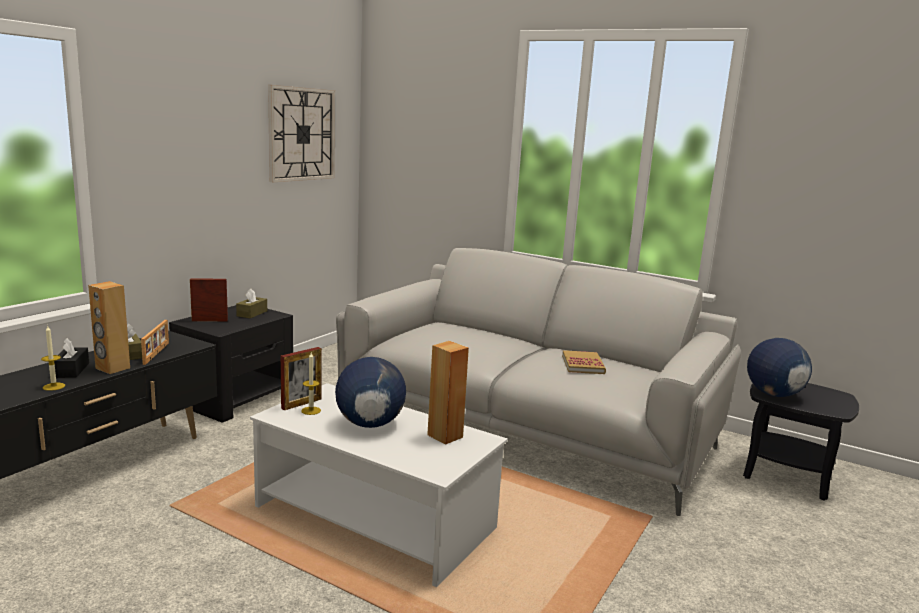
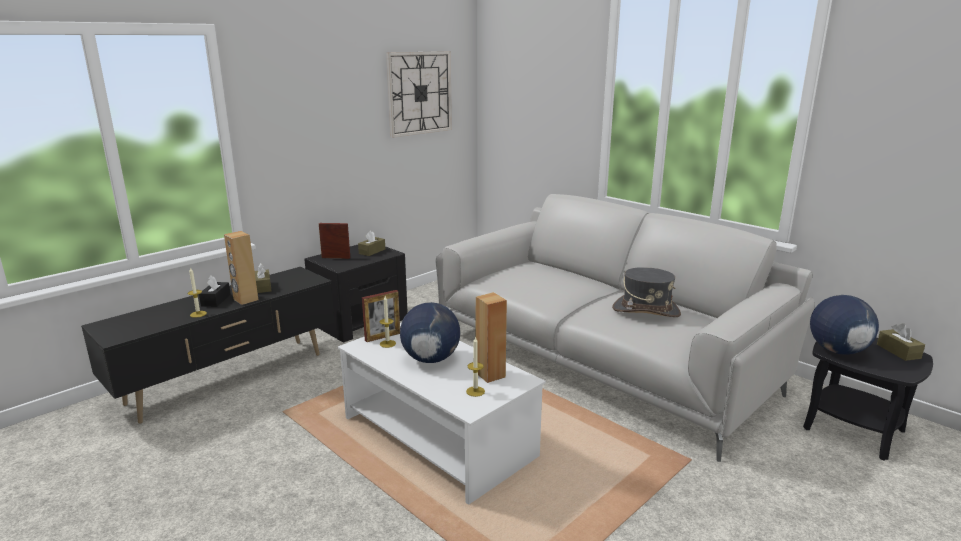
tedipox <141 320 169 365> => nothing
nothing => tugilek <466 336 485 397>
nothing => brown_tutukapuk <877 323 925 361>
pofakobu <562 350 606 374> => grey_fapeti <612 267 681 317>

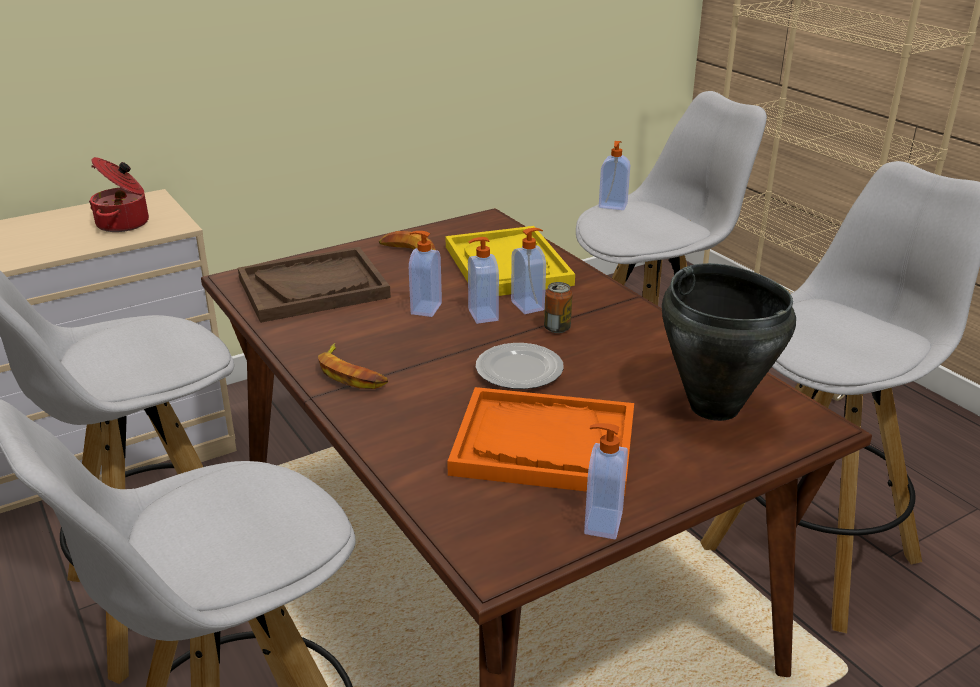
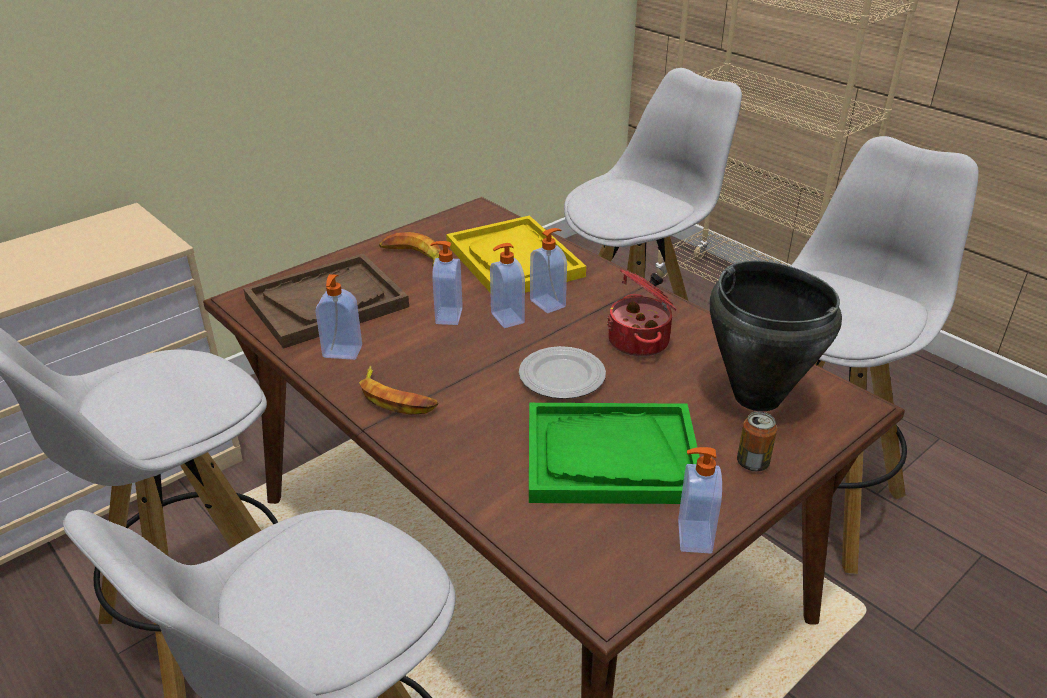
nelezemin <89 157 149 232> => nelezemin <607 269 677 357>, move
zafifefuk <544 282 573 333> => zafifefuk <737 411 777 472>, move
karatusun <599 141 630 210> => karatusun <315 274 362 360>, move
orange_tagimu <447 387 634 496> => green_tagimu <529 403 700 504>

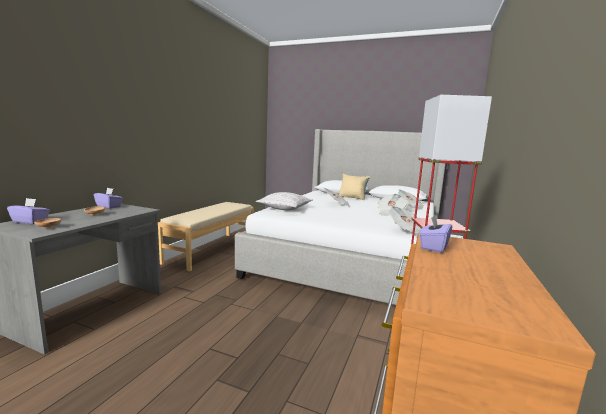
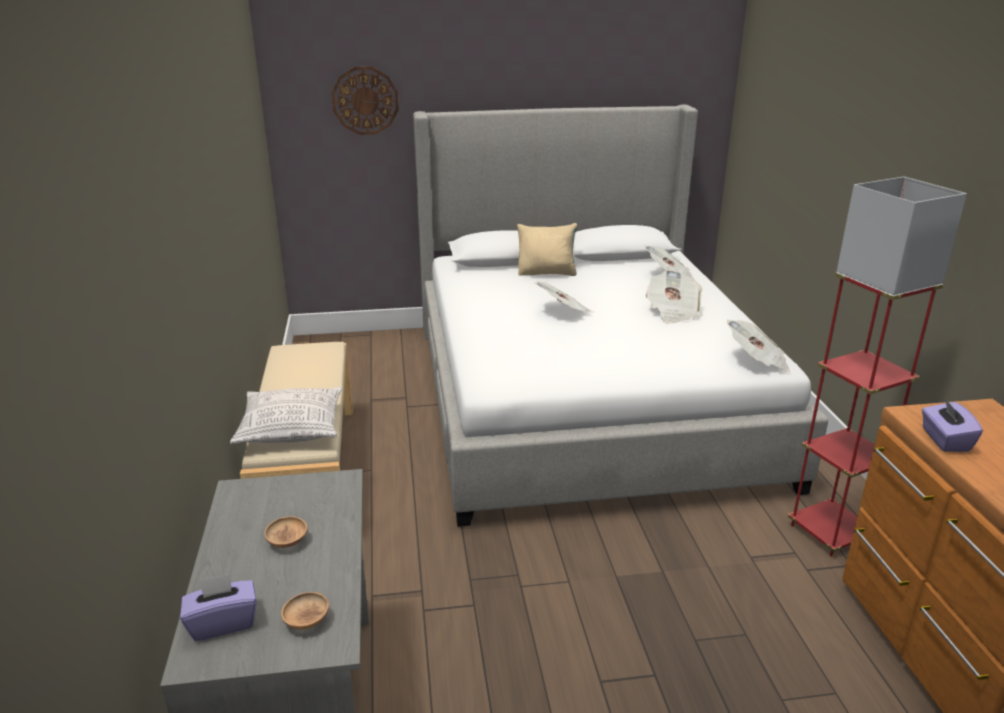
purple_tutukapuk <94 188 123 209> => nothing
nothing => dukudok <331 67 399 135>
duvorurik <256 192 313 210> => duvorurik <230 387 342 444>, move

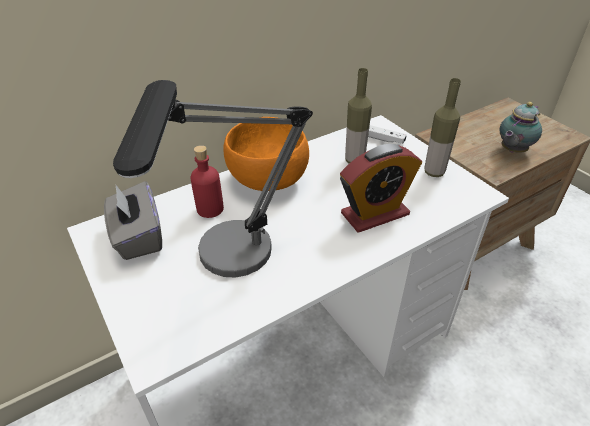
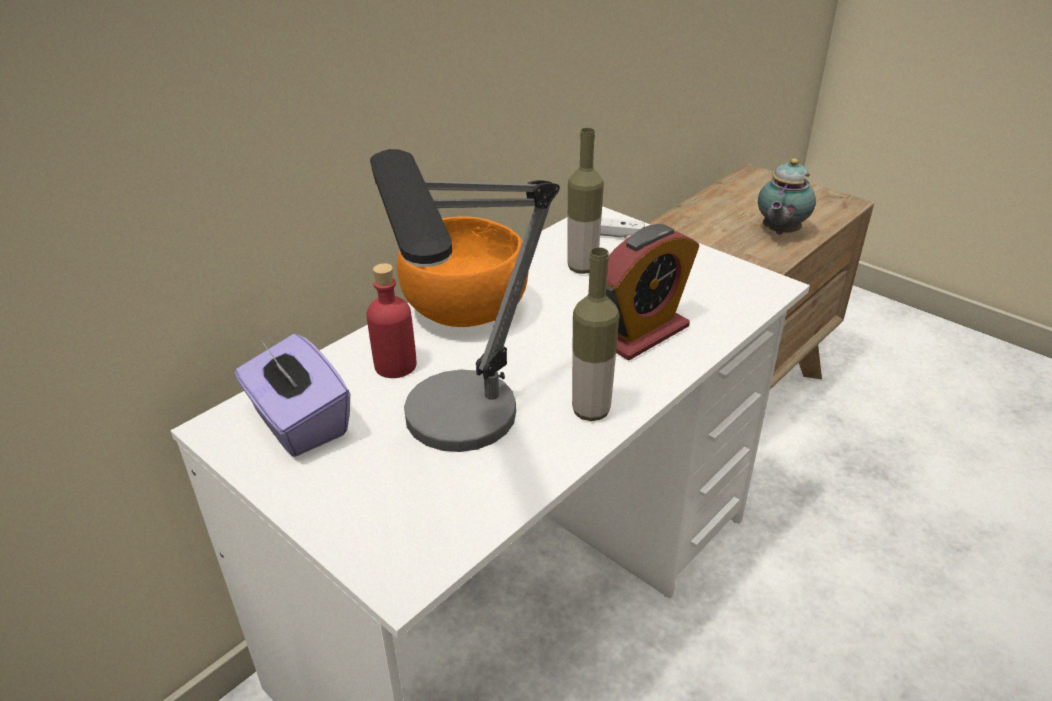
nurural <425 78 461 177> => nurural <572 247 619 421>, move
grey_tutukapuk <104 181 162 260> => purple_tutukapuk <235 334 350 457>

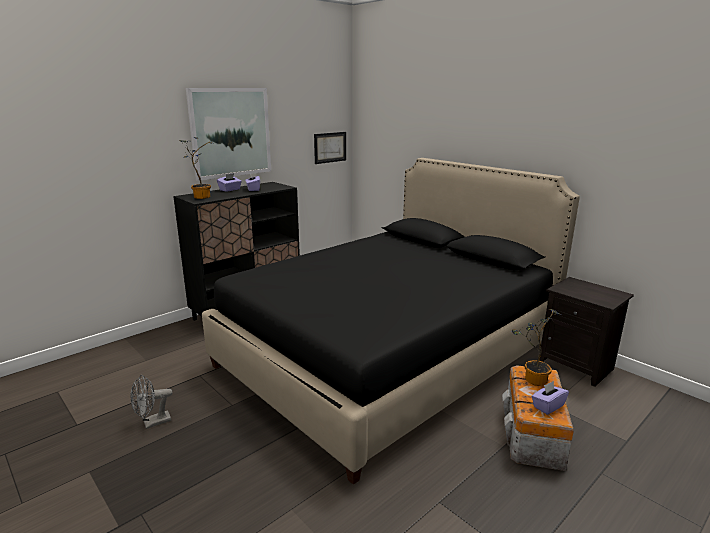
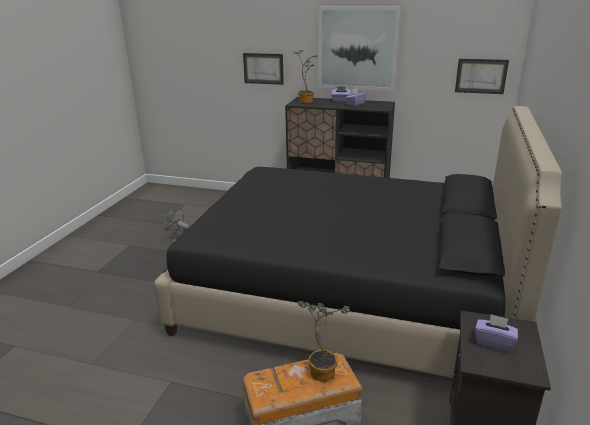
nothing => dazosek <243 53 284 85>
purple_tutukapuk <532 381 569 415> => purple_tutukapuk <475 314 518 352>, move

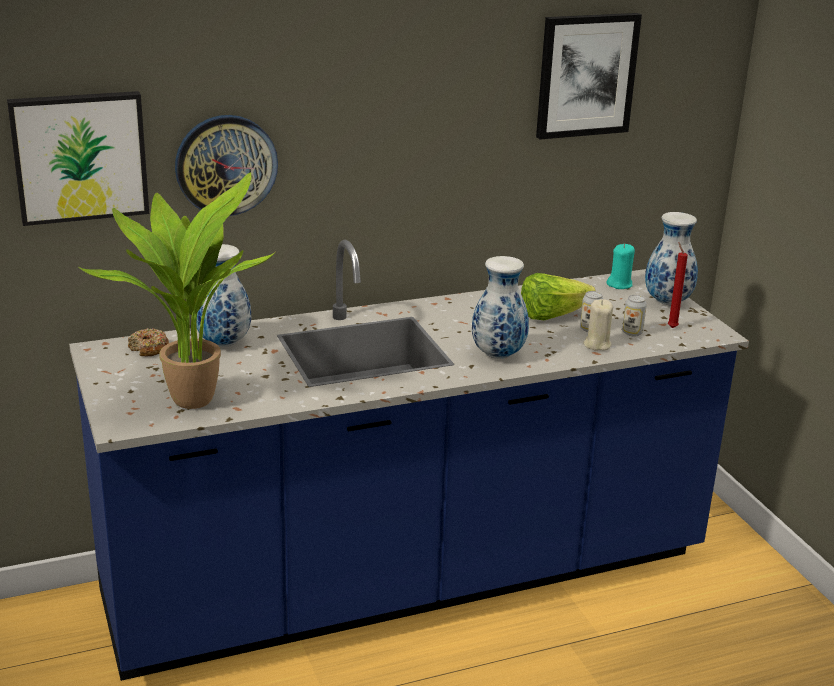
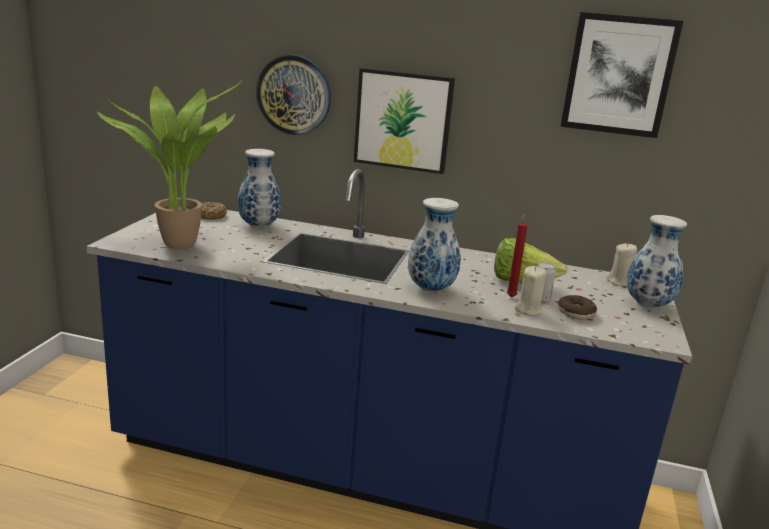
dazosek <7 91 149 226> => dazosek <354 68 455 174>, move
red_tugilek <668 243 688 328> => red_tugilek <507 213 528 297>, move
zafifefuk <622 295 647 337> => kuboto <558 295 597 320>
turquoise_tugilek <606 244 635 289> => beige_tugilek <607 243 637 286>

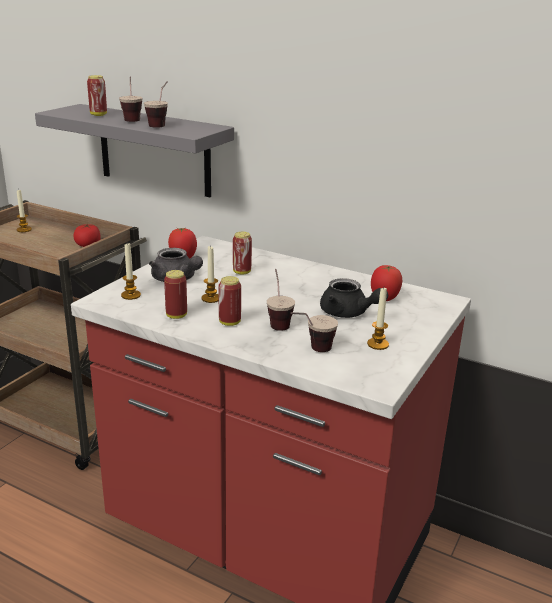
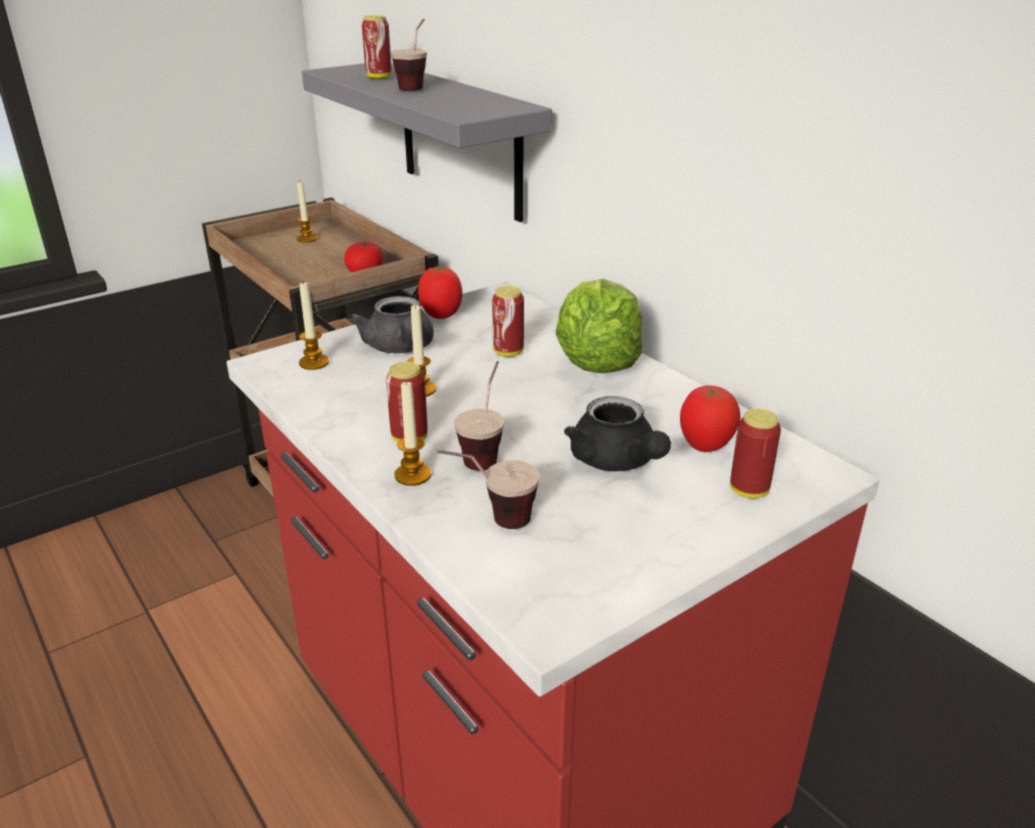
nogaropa <144 81 168 128> => nothing
nothing => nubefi <555 279 643 373>
zafifefuk <164 270 187 319> => zafifefuk <730 408 781 498>, move
tugilek <367 288 389 350> => tugilek <395 380 431 486>, move

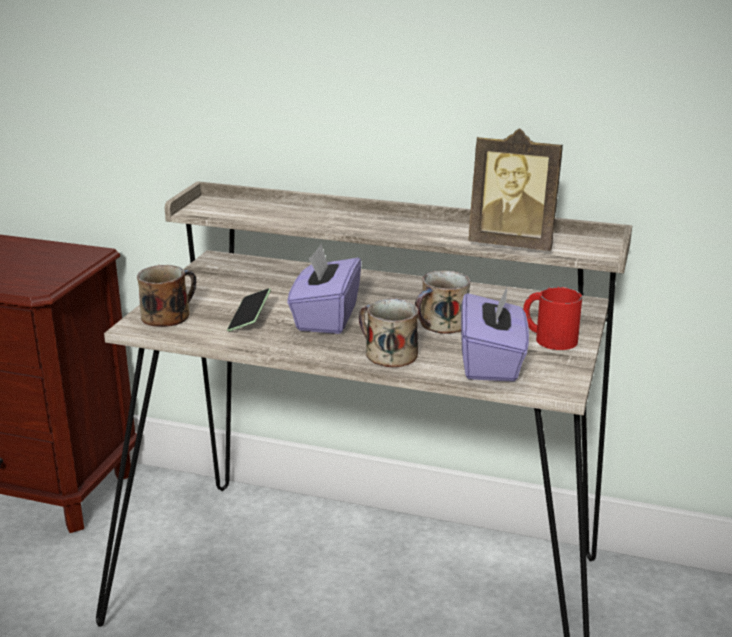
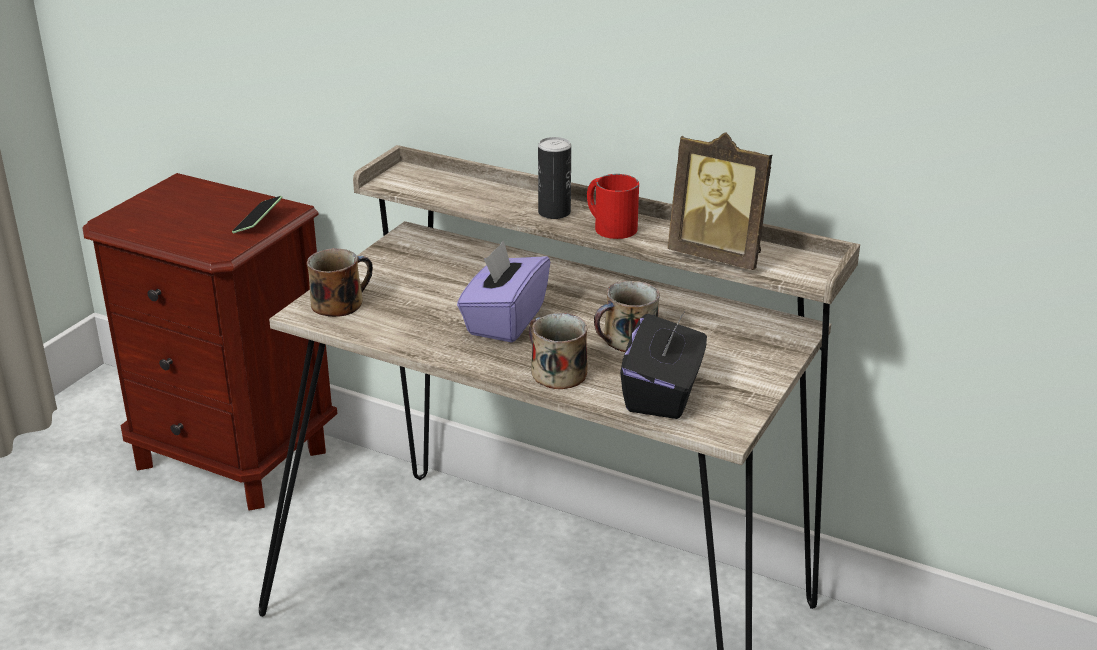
nothing => zafifefuk <538 137 571 219>
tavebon <227 288 271 331> => tavebon <232 196 282 233>, move
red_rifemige <523 287 582 350> => red_rifemige <587 174 639 239>, move
purple_tutukapuk <461 285 529 382> => black_tutukapuk <620 313 707 419>

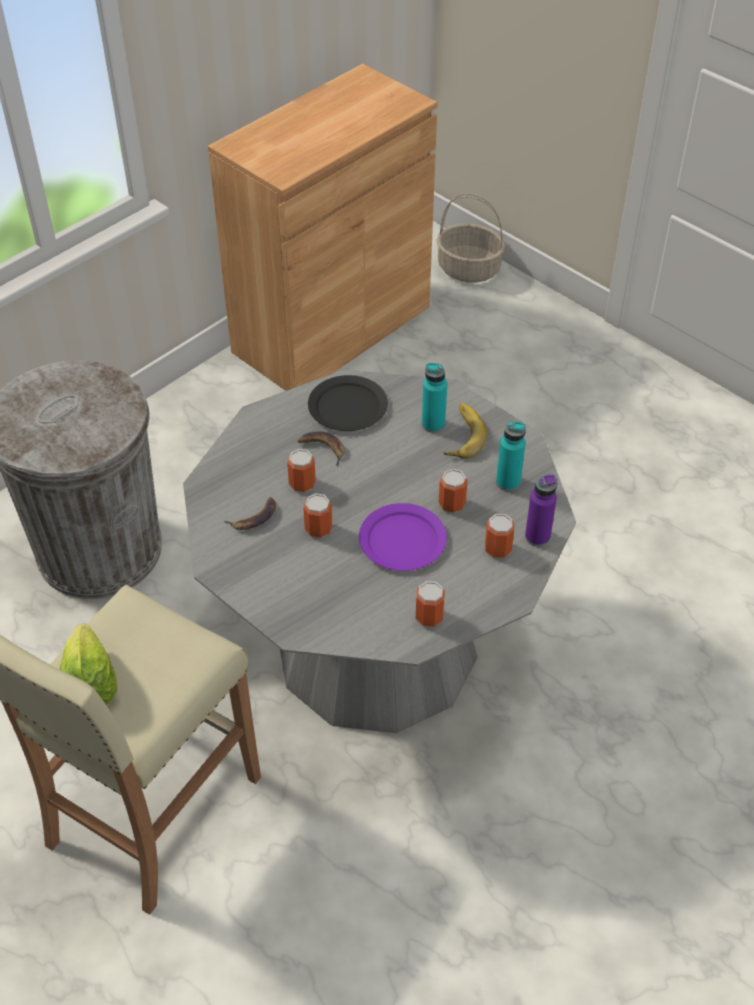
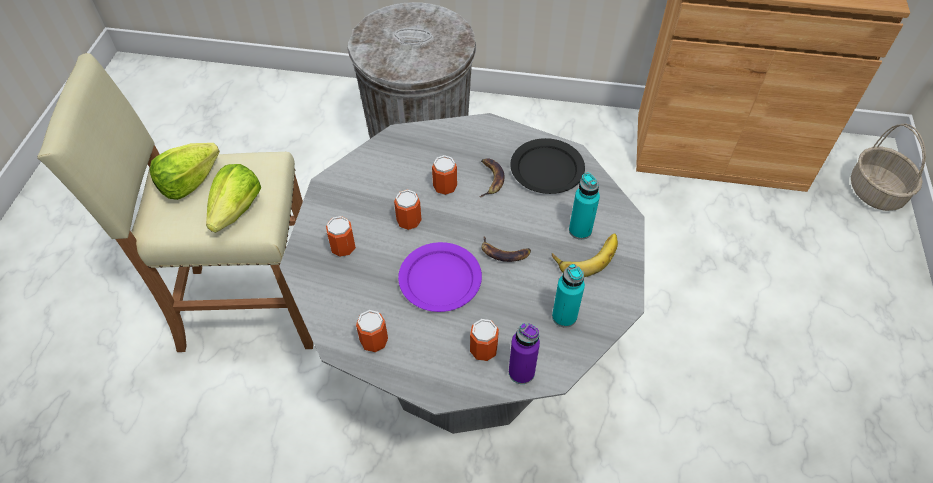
nothing => nubefi <206 164 261 233>
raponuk <224 497 276 530> => raponuk <481 236 531 262>, move
zafifefuk <439 469 468 513> => zafifefuk <326 216 356 257>, move

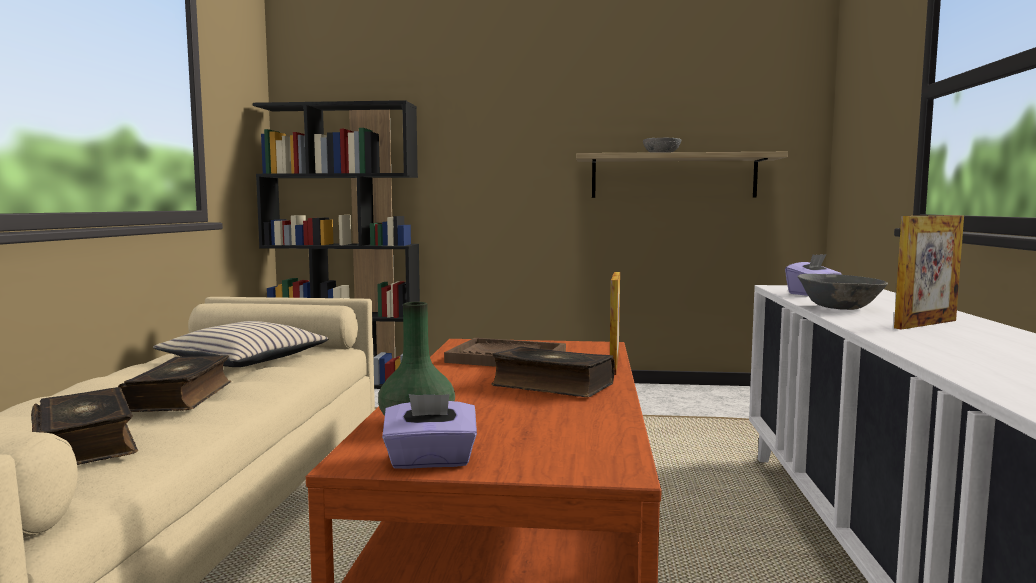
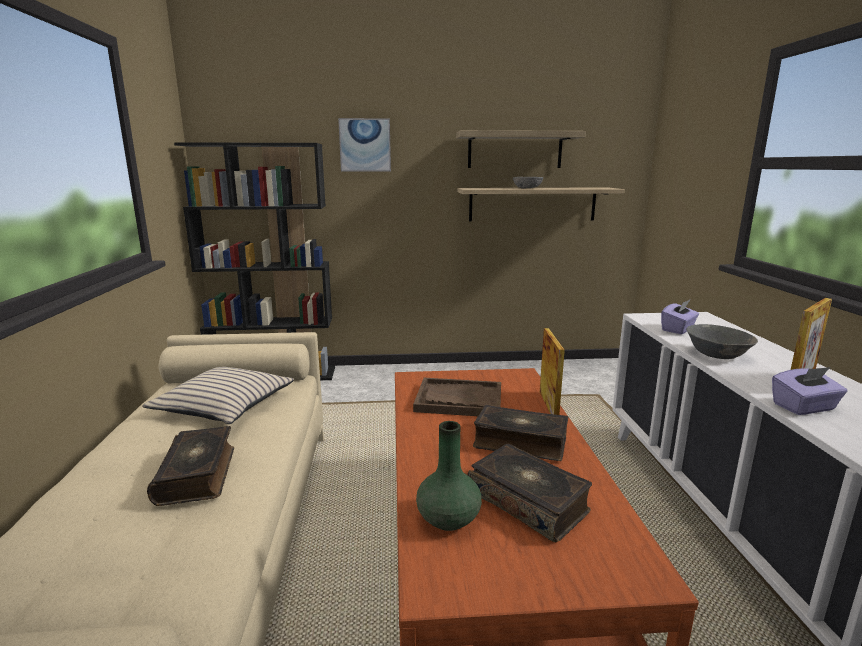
nothing => dazosek <338 118 391 172>
nothing => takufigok <456 130 586 168>
pofakobu <31 387 138 465> => pofakobu <467 444 592 542>, move
purple_tutukapuk <382 394 477 469> => purple_tutukapuk <772 367 847 415>, move

